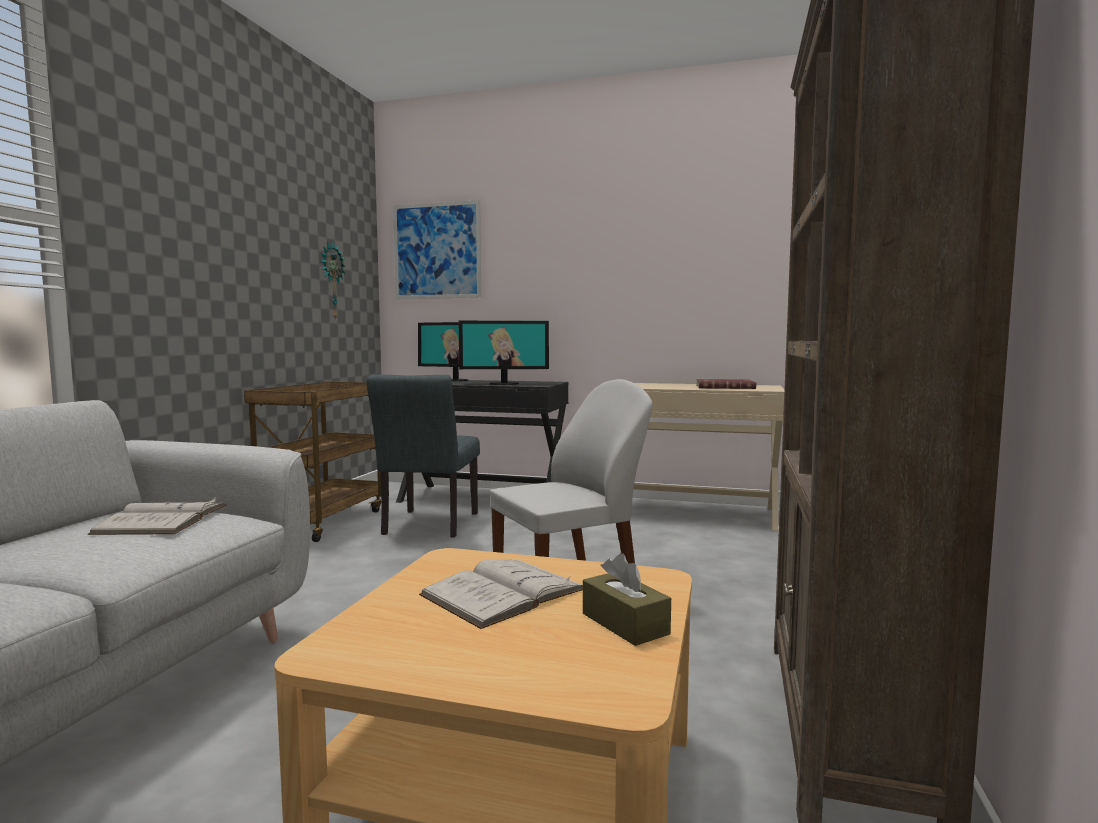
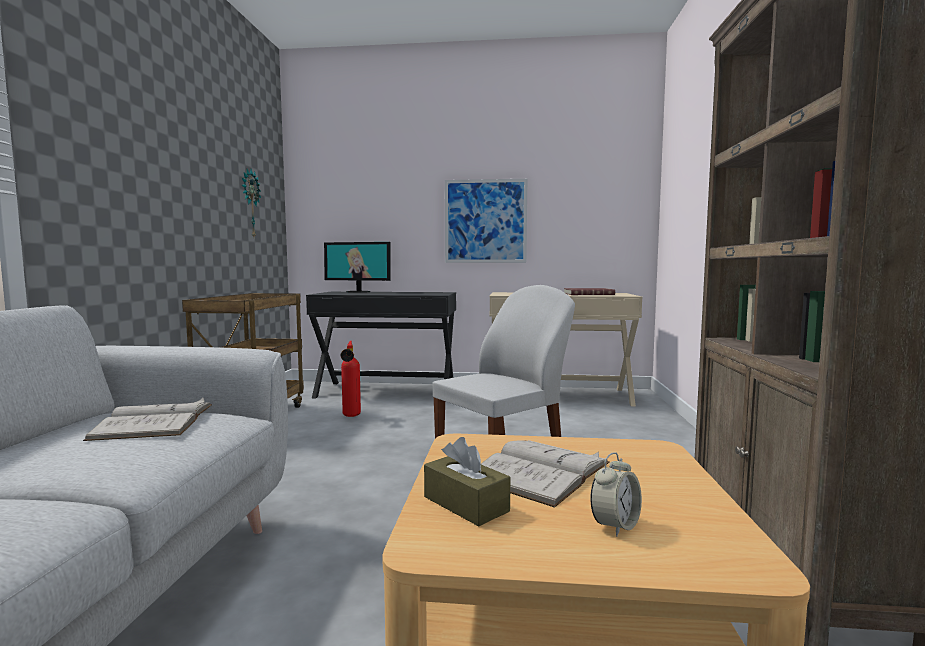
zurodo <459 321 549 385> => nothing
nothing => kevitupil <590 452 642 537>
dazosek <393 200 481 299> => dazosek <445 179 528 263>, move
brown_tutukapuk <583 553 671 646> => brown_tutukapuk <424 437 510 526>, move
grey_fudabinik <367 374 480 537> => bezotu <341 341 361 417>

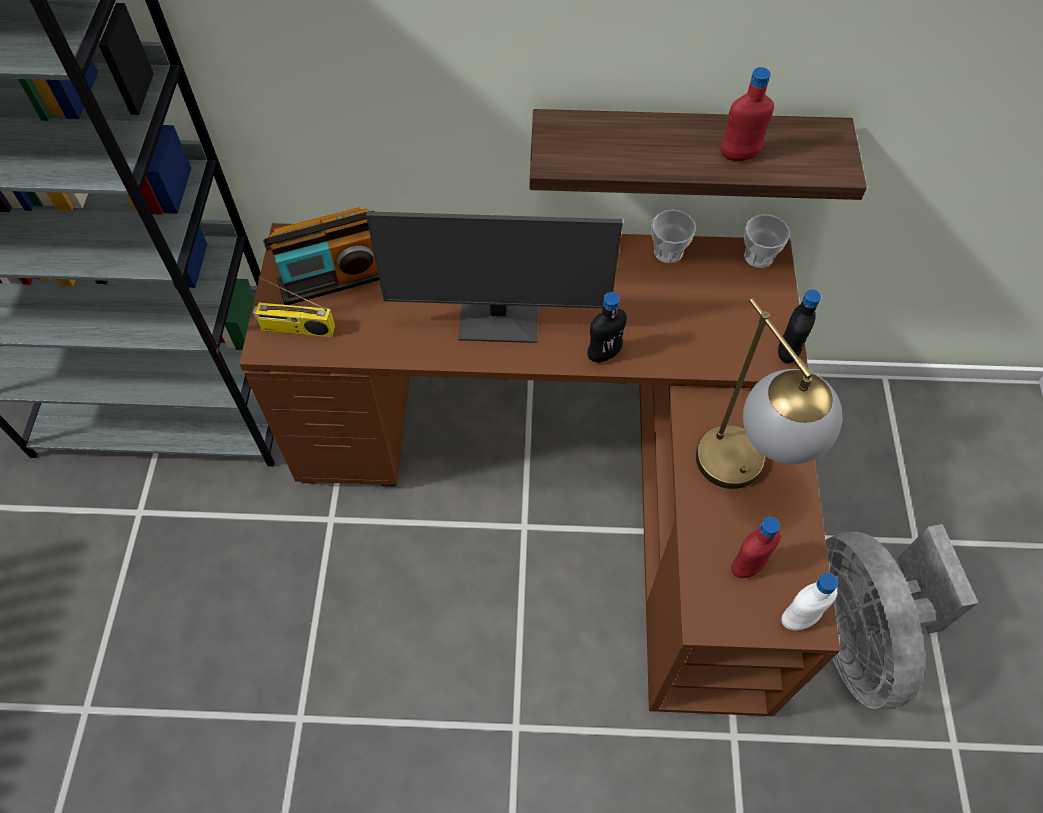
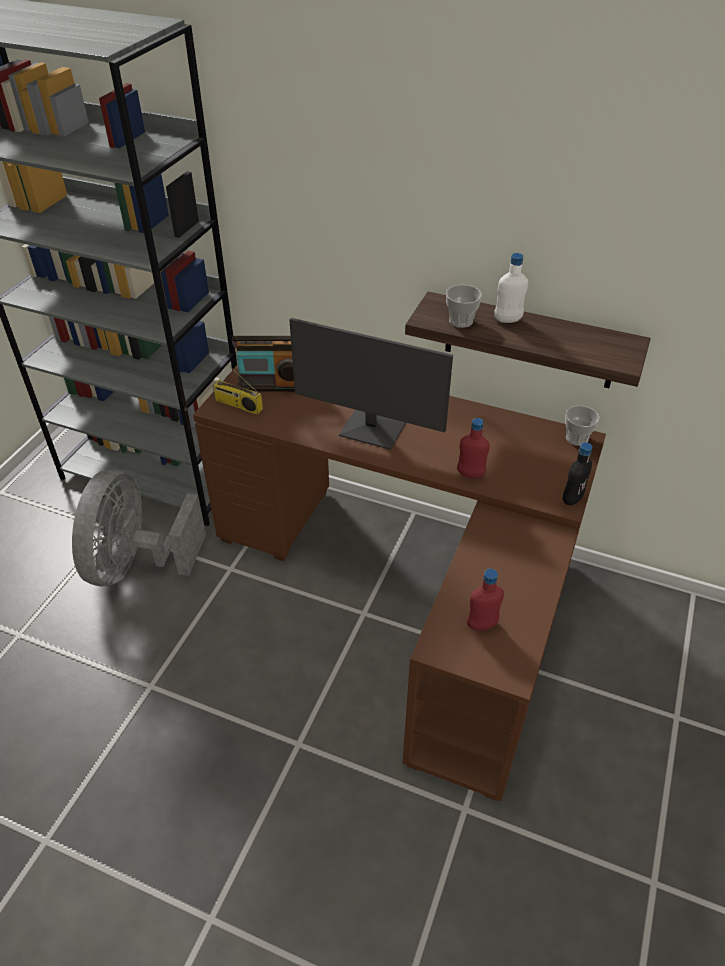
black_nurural <588 292 627 363> => nothing
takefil <696 298 842 489> => nothing
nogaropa <651 210 696 263> => nogaropa <446 285 482 328>, move
red_nurural <721 67 774 161> => red_nurural <457 418 490 478>, move
white_nurural <781 573 838 630> => white_nurural <494 253 528 323>, move
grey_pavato <826 524 978 710> => grey_pavato <72 469 206 586>, move

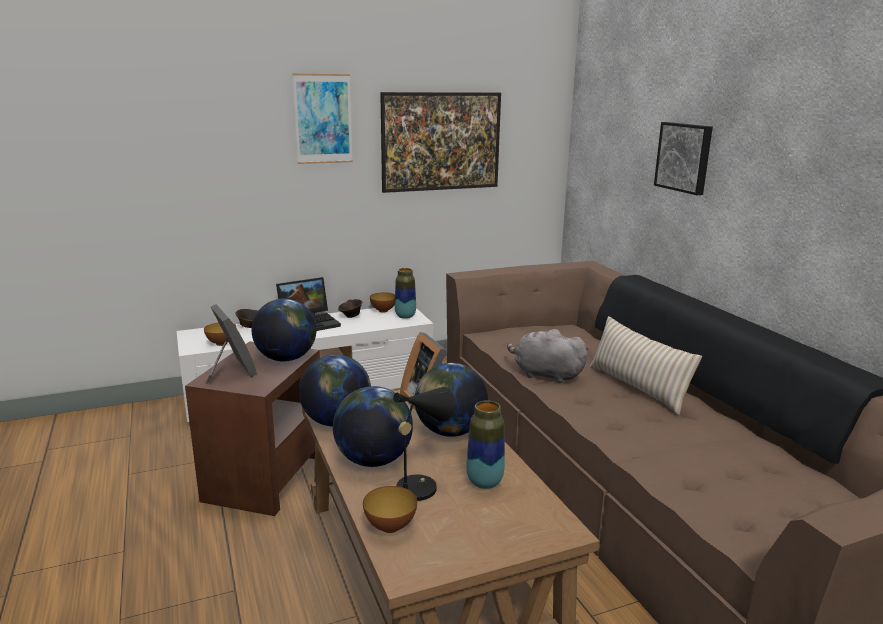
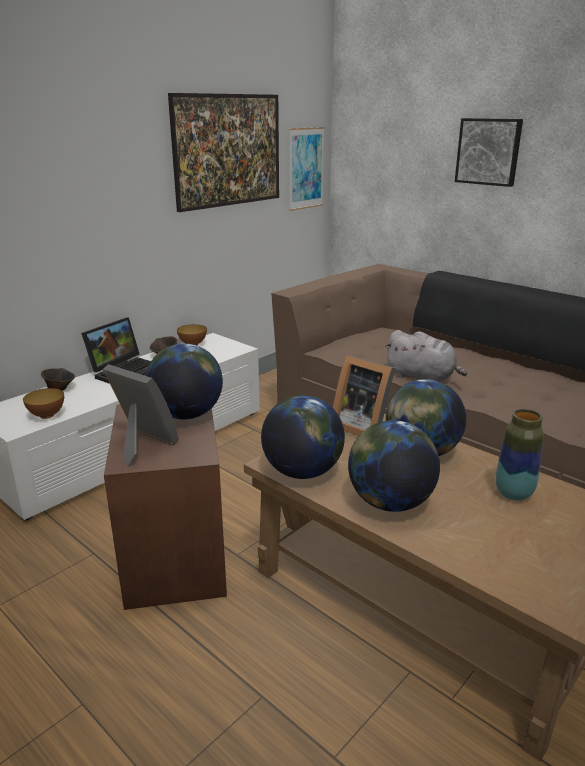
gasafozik <363 486 417 533> => nothing
black_takefil <393 387 455 501> => nothing
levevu <395 268 416 319> => nothing
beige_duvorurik <589 316 702 415> => nothing
dazosek <293 74 353 164> => dazosek <289 127 325 211>, move
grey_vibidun <507 329 588 383> => grey_vibidun <385 330 467 382>, 150 degrees counterclockwise

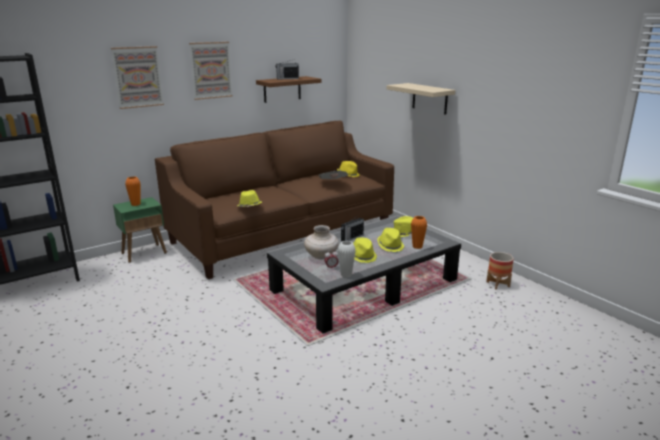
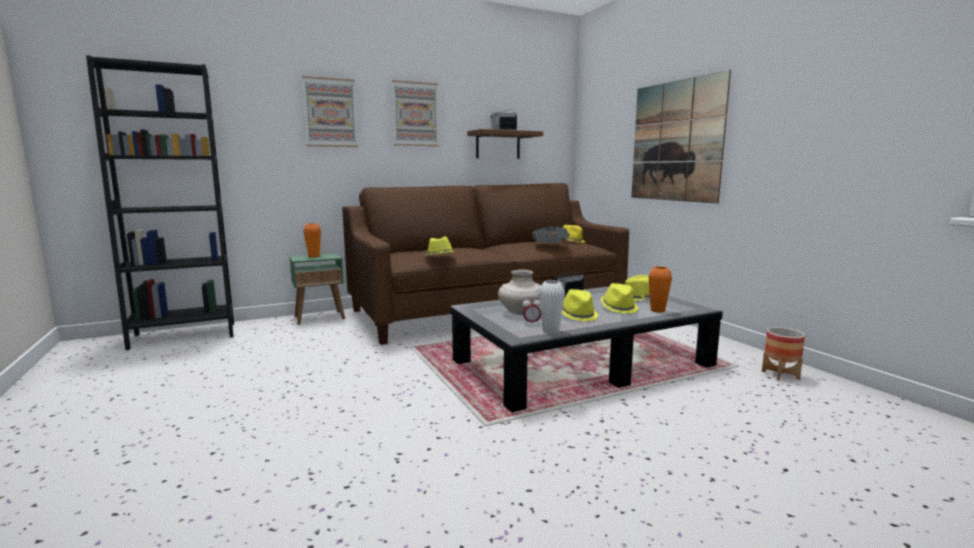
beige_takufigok <387 83 456 115> => dazosek <631 70 731 204>

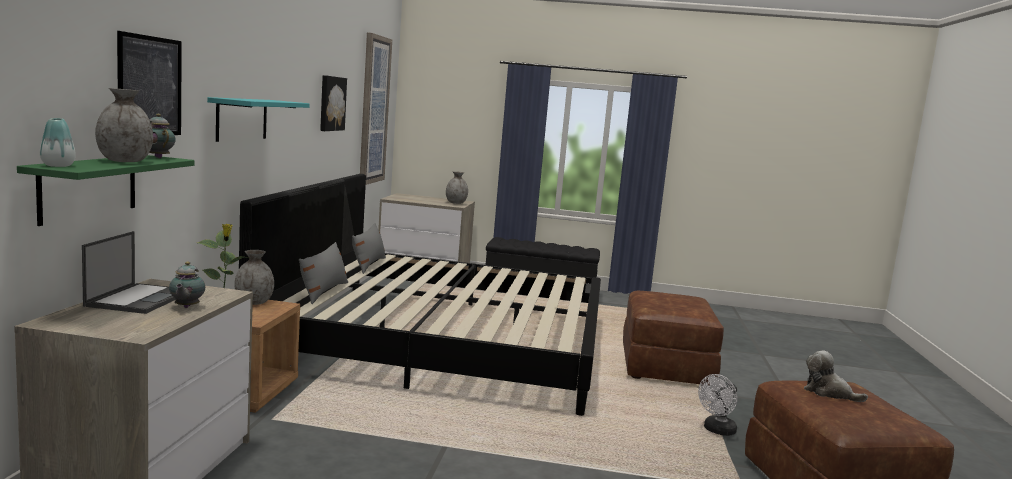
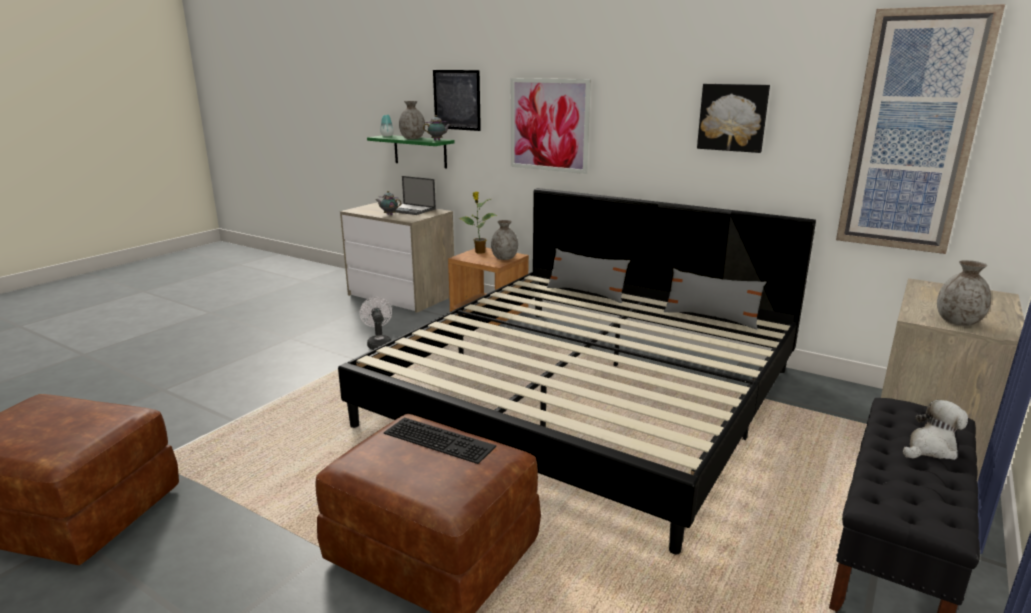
nothing => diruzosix <384 417 496 464>
white_pavato <698 374 737 436> => white_pavato <360 297 392 349>, move
vibidun <804 350 868 402> => vibidun <903 400 968 460>, move
turquoise_takufigok <207 97 310 142> => dazosek <511 78 591 174>

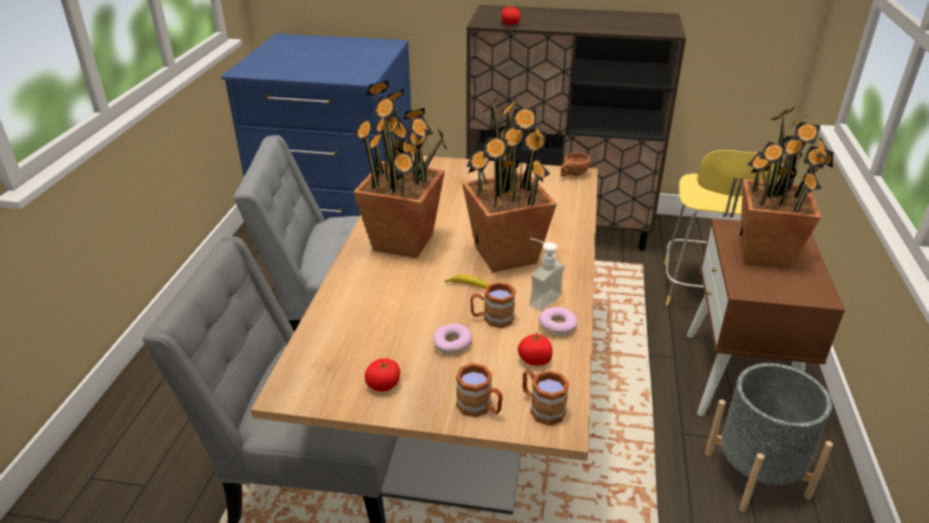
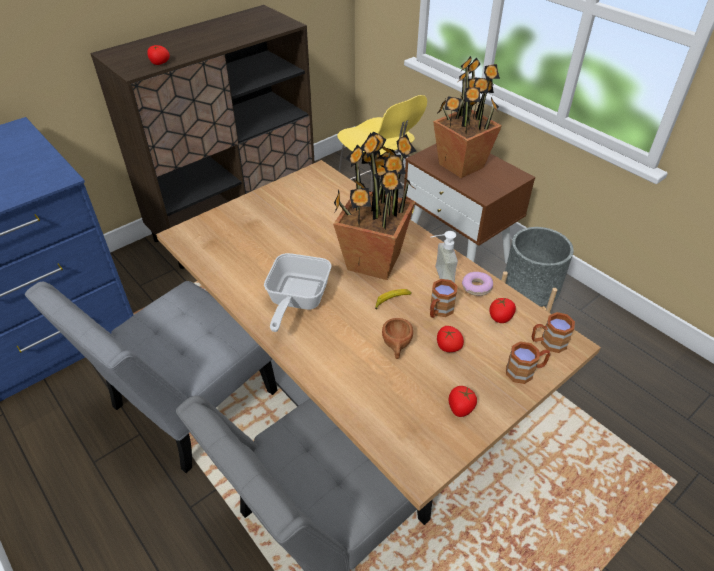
brown_nogaropa <561 153 591 177> => brown_nogaropa <382 318 413 359>, move
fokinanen <353 81 447 258> => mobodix <264 253 331 332>
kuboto <433 324 472 355> => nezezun <437 326 464 352>

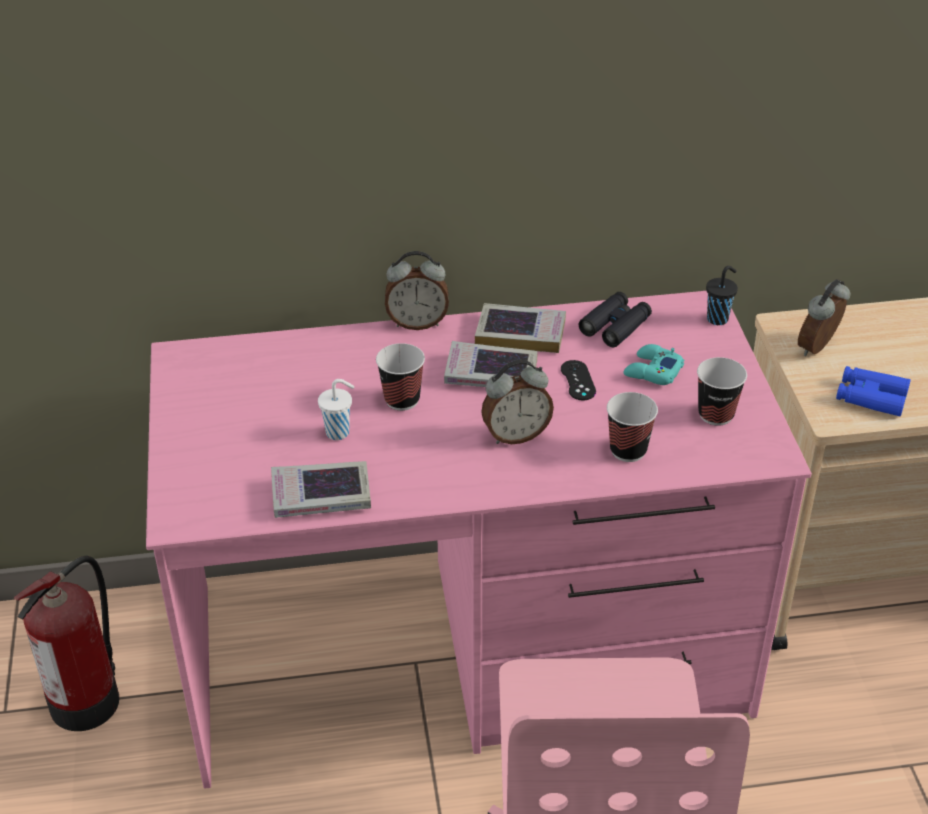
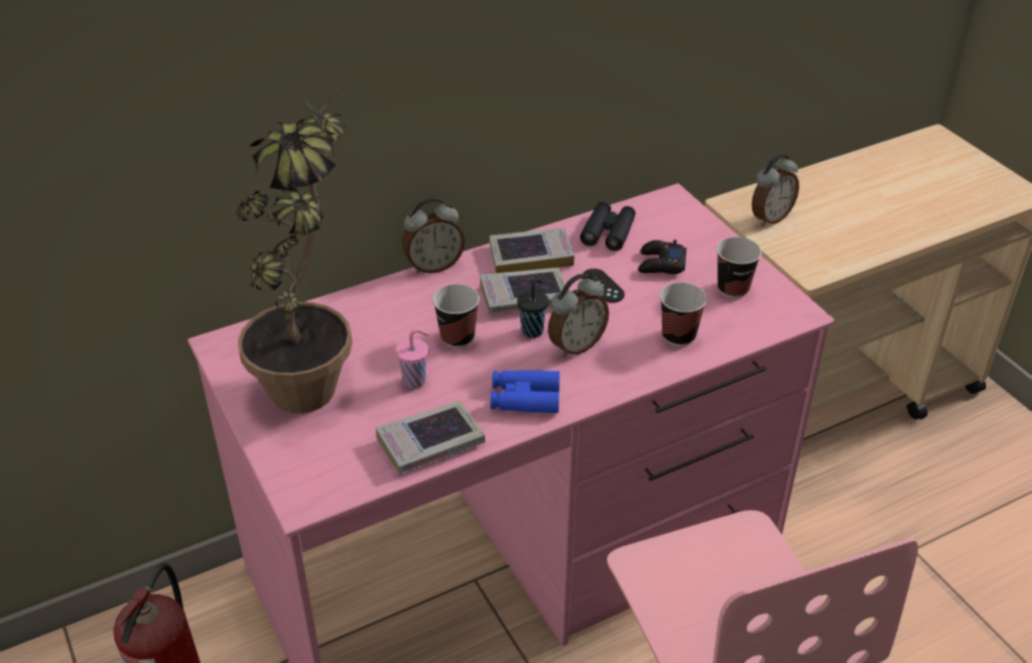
nothing => fokinanen <236 87 352 413>
black_nogaropa <706 266 738 325> => black_nogaropa <517 278 549 338>, move
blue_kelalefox <836 366 911 416> => blue_kelalefox <490 370 560 413>, move
white_nogaropa <318 379 354 440> => pink_nogaropa <396 329 429 389>
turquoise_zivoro <624 344 684 385> => black_zivoro <638 239 686 274>
kevitupil <798 279 850 356> => kevitupil <752 154 799 226>, 150 degrees counterclockwise

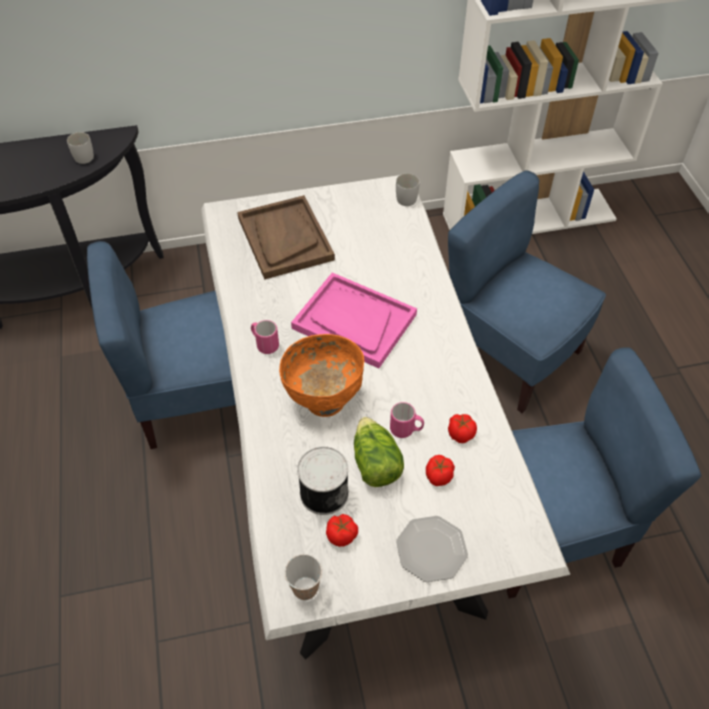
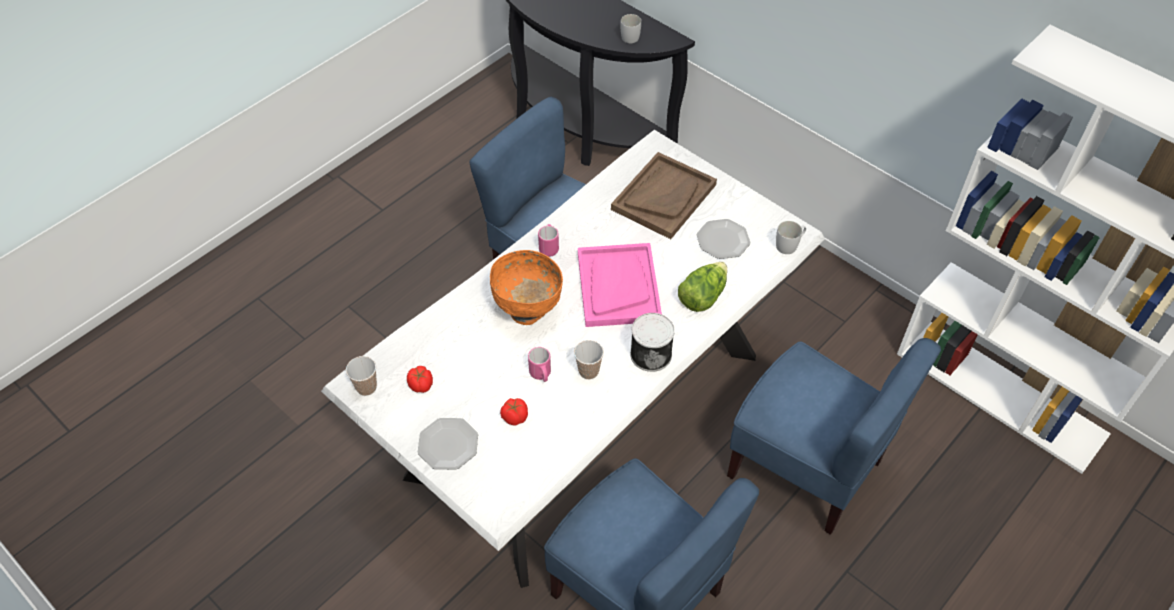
nezezun <448 414 477 443> => nothing
nothing => nogaropa <574 340 604 379>
nothing => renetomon <697 219 750 259>
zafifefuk <297 447 349 515> => zafifefuk <630 313 675 372>, move
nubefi <354 417 404 487> => nubefi <678 262 727 312>, move
blue_fudabinik <448 170 606 413> => blue_fudabinik <727 338 941 535>, 120 degrees clockwise

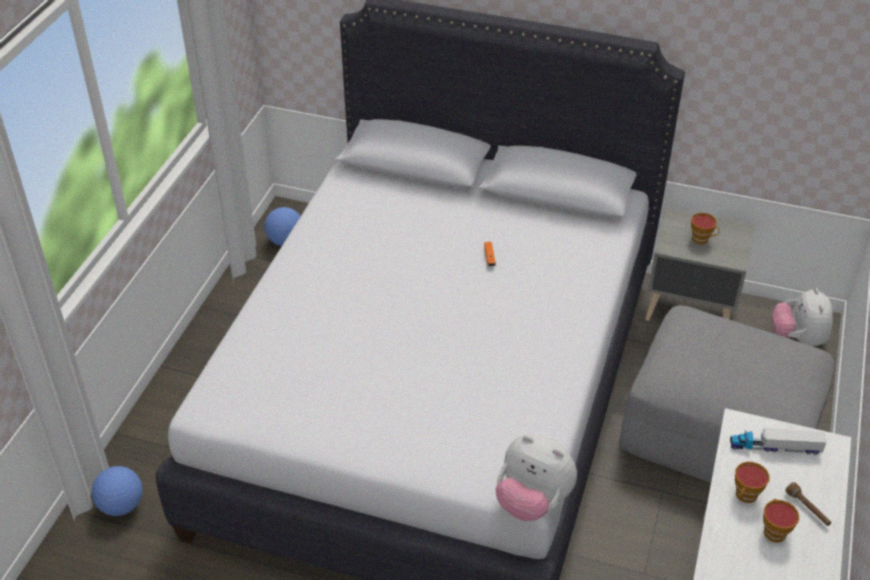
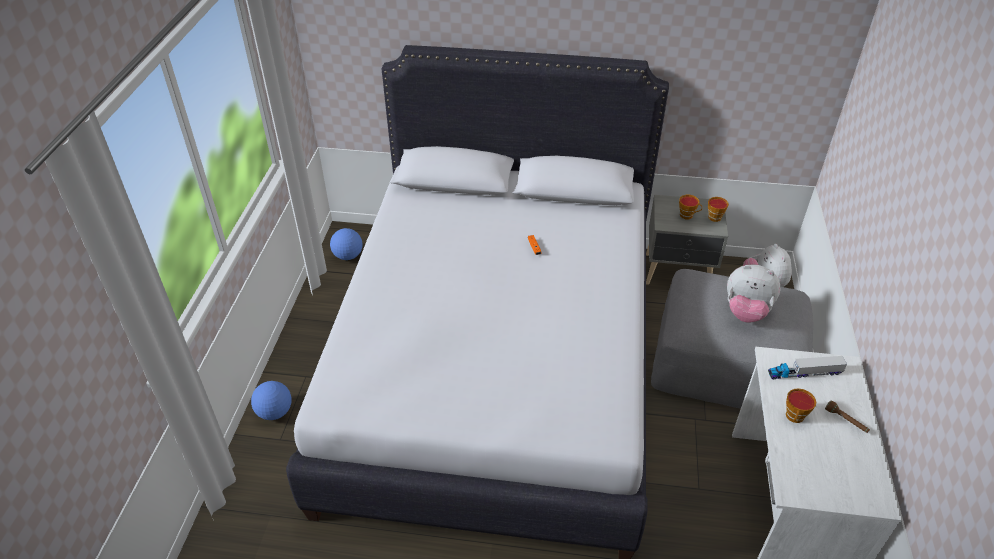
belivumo <92 466 143 516> => belivumo <251 381 292 420>, move
vibidun <496 434 577 521> => vibidun <727 265 780 323>, move
nogaropa <763 499 799 543> => nogaropa <708 197 729 222>, move

